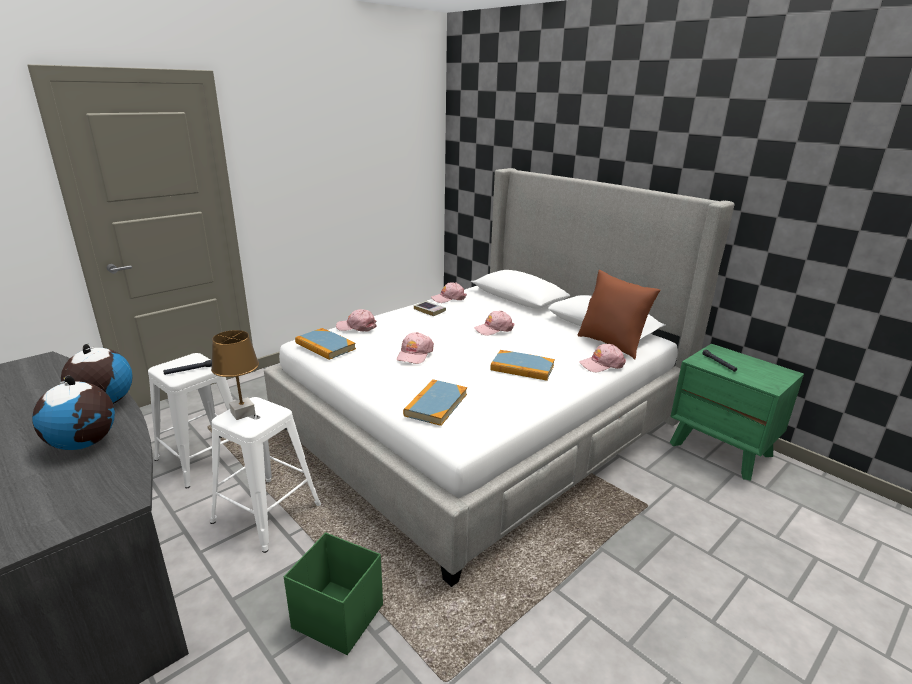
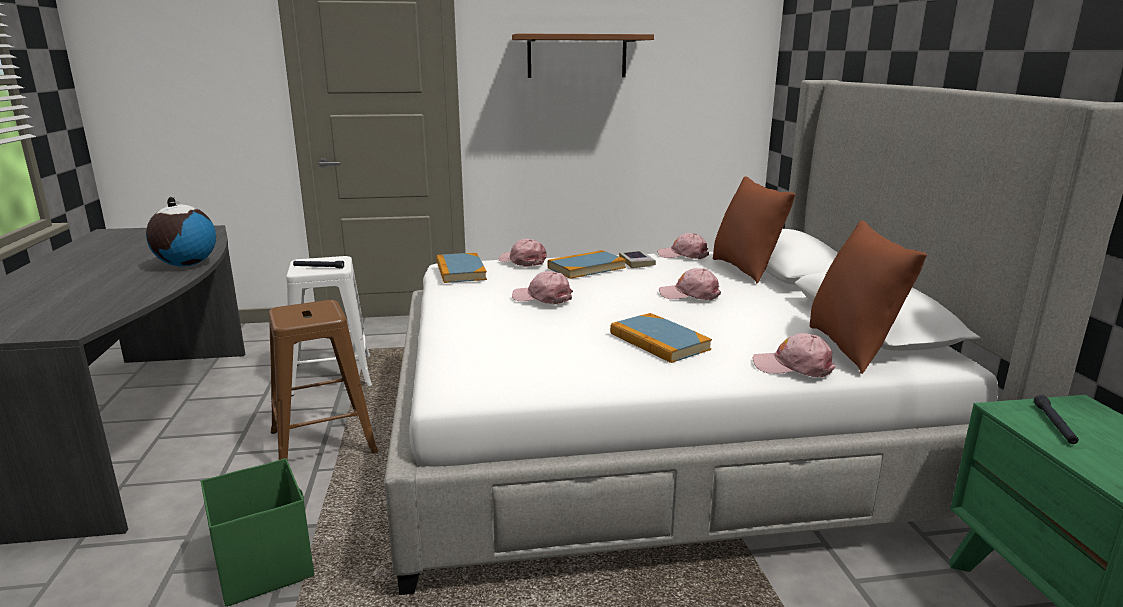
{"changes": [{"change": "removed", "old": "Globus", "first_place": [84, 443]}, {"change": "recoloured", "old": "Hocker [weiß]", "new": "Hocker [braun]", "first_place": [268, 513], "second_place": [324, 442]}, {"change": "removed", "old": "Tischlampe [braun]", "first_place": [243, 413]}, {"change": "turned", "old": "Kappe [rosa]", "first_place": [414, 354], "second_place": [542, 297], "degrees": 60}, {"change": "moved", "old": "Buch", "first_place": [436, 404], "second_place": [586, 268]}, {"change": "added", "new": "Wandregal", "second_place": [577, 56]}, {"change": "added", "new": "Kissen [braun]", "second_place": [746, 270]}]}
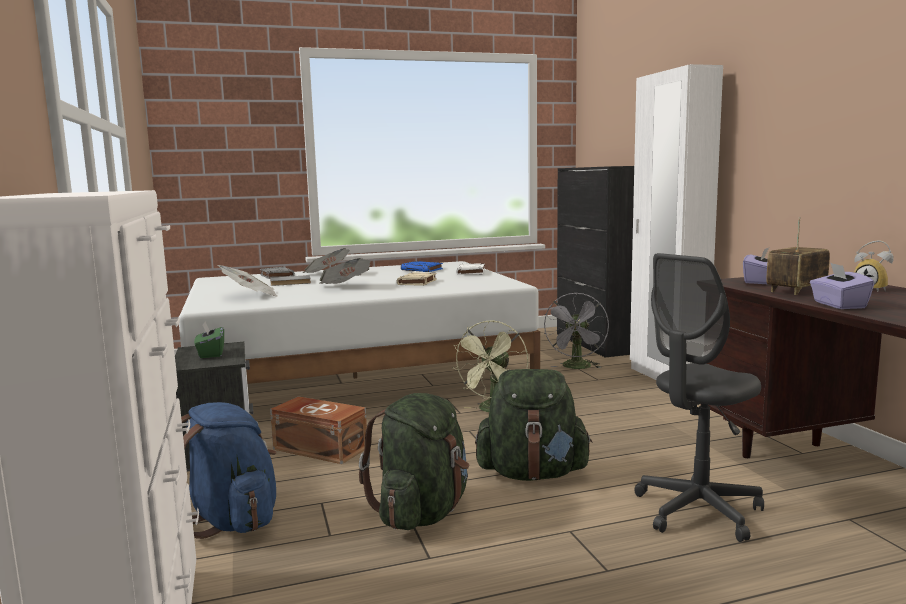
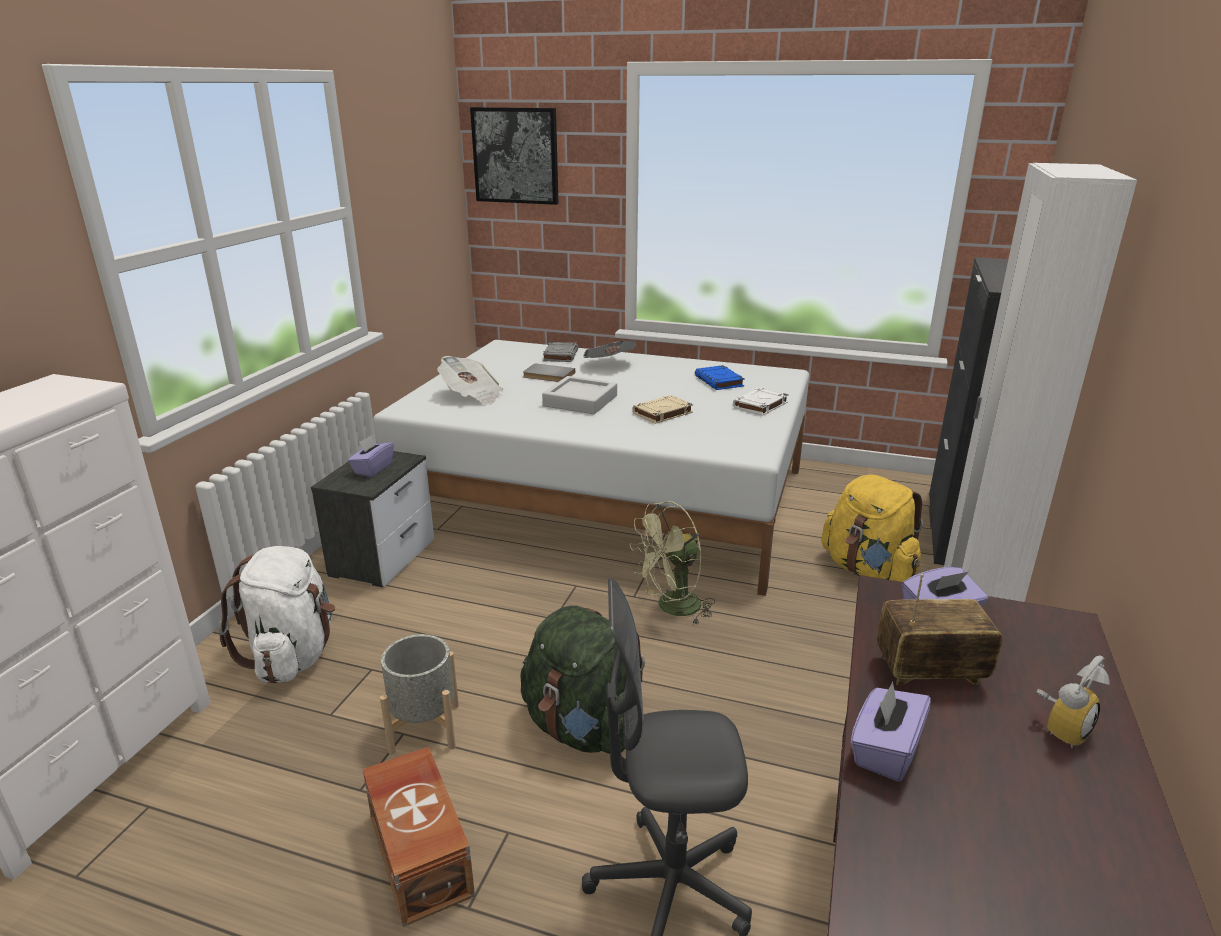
{"changes": [{"change": "recoloured", "old": "Rucksack [blau]", "new": "Rucksack [weiß]", "first_place": [230, 520], "second_place": [293, 655]}, {"change": "recoloured", "old": "Taschentuchbox [grün]", "new": "Taschentuchbox [lila]", "first_place": [211, 354], "second_place": [373, 469]}, {"change": "moved", "old": "Aufbewahrungsbox [braun]", "first_place": [320, 448], "second_place": [421, 852]}, {"change": "replaced", "old": "Zeitung", "new": "Tablett [grau]", "first_place": [345, 286], "second_place": [580, 401]}, {"change": "replaced", "old": "Rucksack [grün]", "new": "Pflanzkübel [grau]", "first_place": [422, 513], "second_place": [424, 728]}, {"change": "replaced", "old": "Ventilator [grau]", "new": "Rucksack [gelb]", "first_place": [577, 367], "second_place": [868, 570]}, {"change": "turned", "old": "Wecker", "first_place": [872, 290], "second_place": [1060, 728], "degrees": -120}, {"change": "added", "new": "Bild", "second_place": [516, 155]}]}
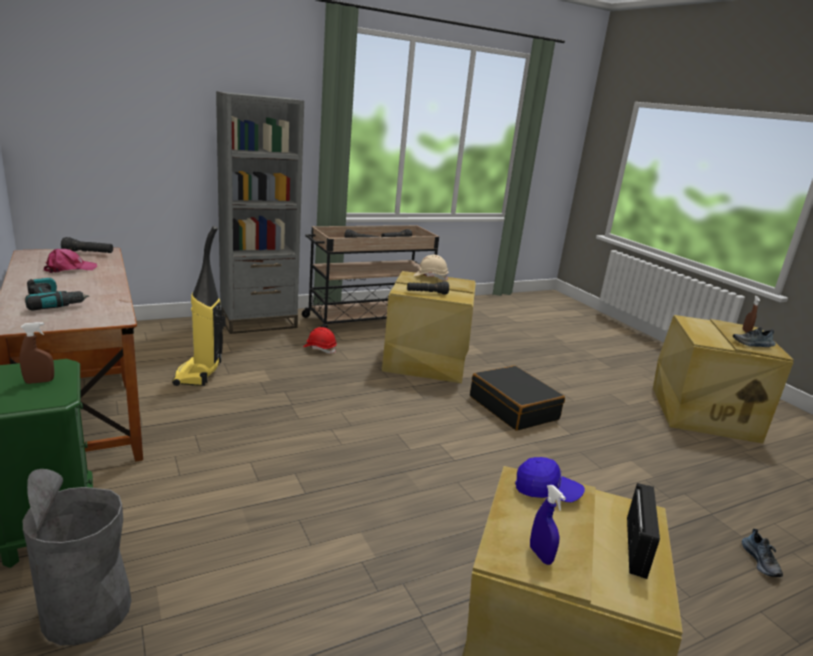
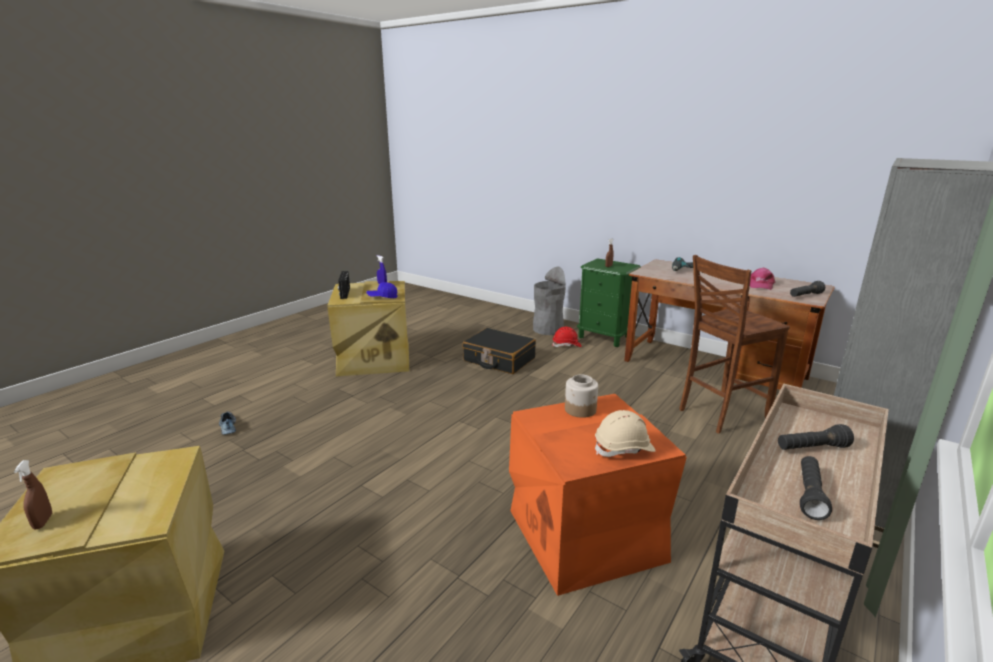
{"changes": [{"change": "replaced", "old": "Staubsauger", "new": "Stuhl [braun]", "first_place": [199, 374], "second_place": [720, 413]}, {"change": "moved", "old": "Schutzhelm [rot]", "first_place": [319, 349], "second_place": [566, 345]}, {"change": "recoloured", "old": "Aufbewahrungsbox [beige]", "new": "Aufbewahrungsbox [orange]", "first_place": [426, 361], "second_place": [583, 534]}, {"change": "replaced", "old": "Taschenlampe [schwarz]", "new": "Vorratsglas", "first_place": [427, 293], "second_place": [580, 409]}, {"change": "moved", "old": "Koffer [schwarz]", "first_place": [514, 408], "second_place": [499, 360]}, {"change": "removed", "old": "Schuh", "first_place": [752, 344]}]}
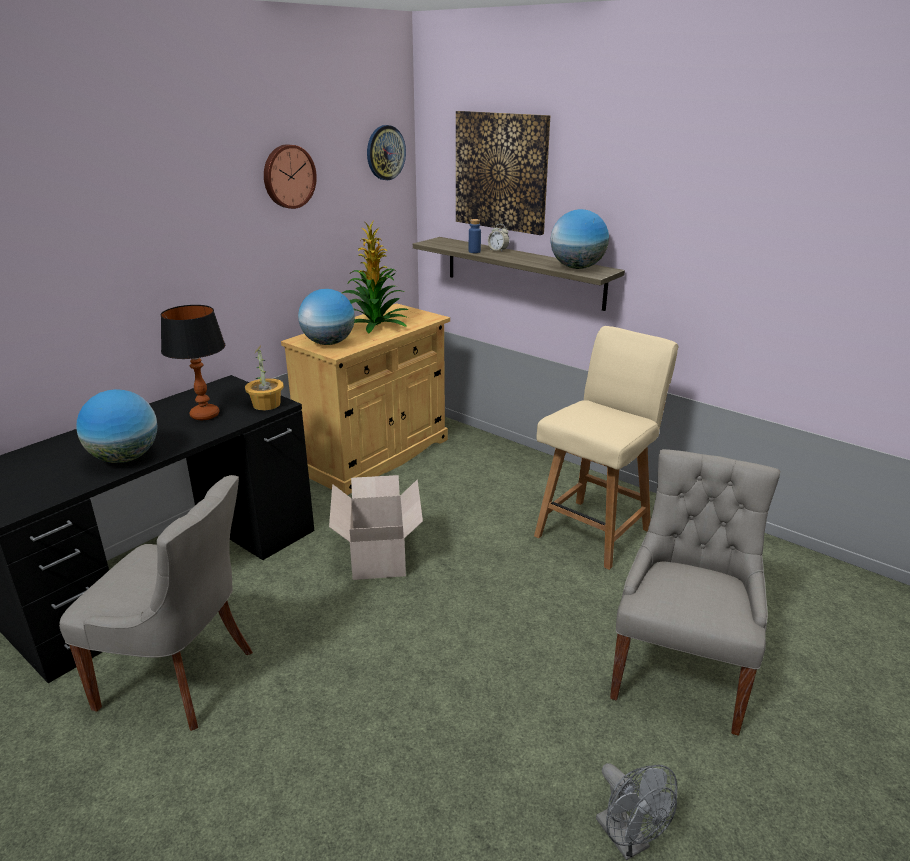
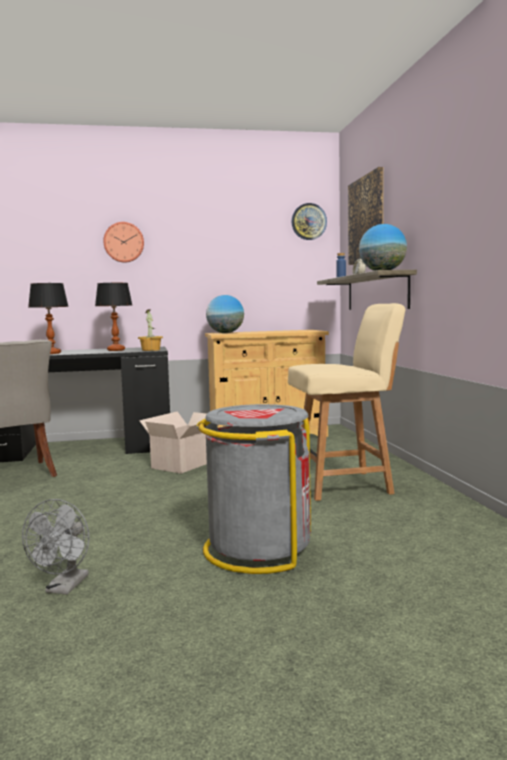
{"changes": [{"change": "replaced", "old": "Globus", "new": "Tischlampe", "first_place": [125, 458], "second_place": [51, 353]}, {"change": "moved", "old": "Wanduhr", "first_place": [288, 176], "second_place": [124, 242]}, {"change": "removed", "old": "Topfpflanze", "first_place": [375, 325]}, {"change": "replaced", "old": "Stuhl [grau]", "new": "Mülleimer [grau]", "first_place": [679, 673], "second_place": [258, 549]}]}
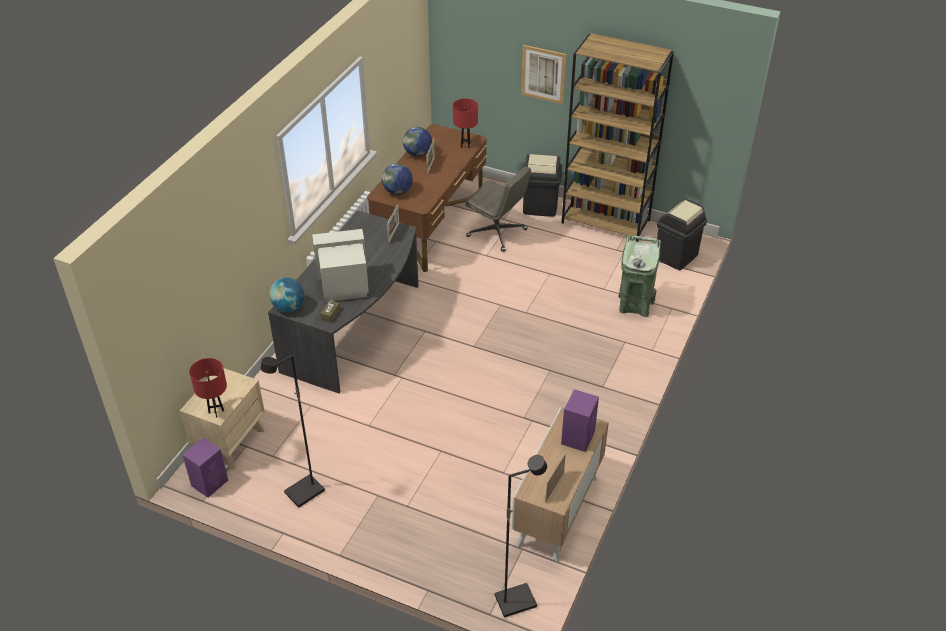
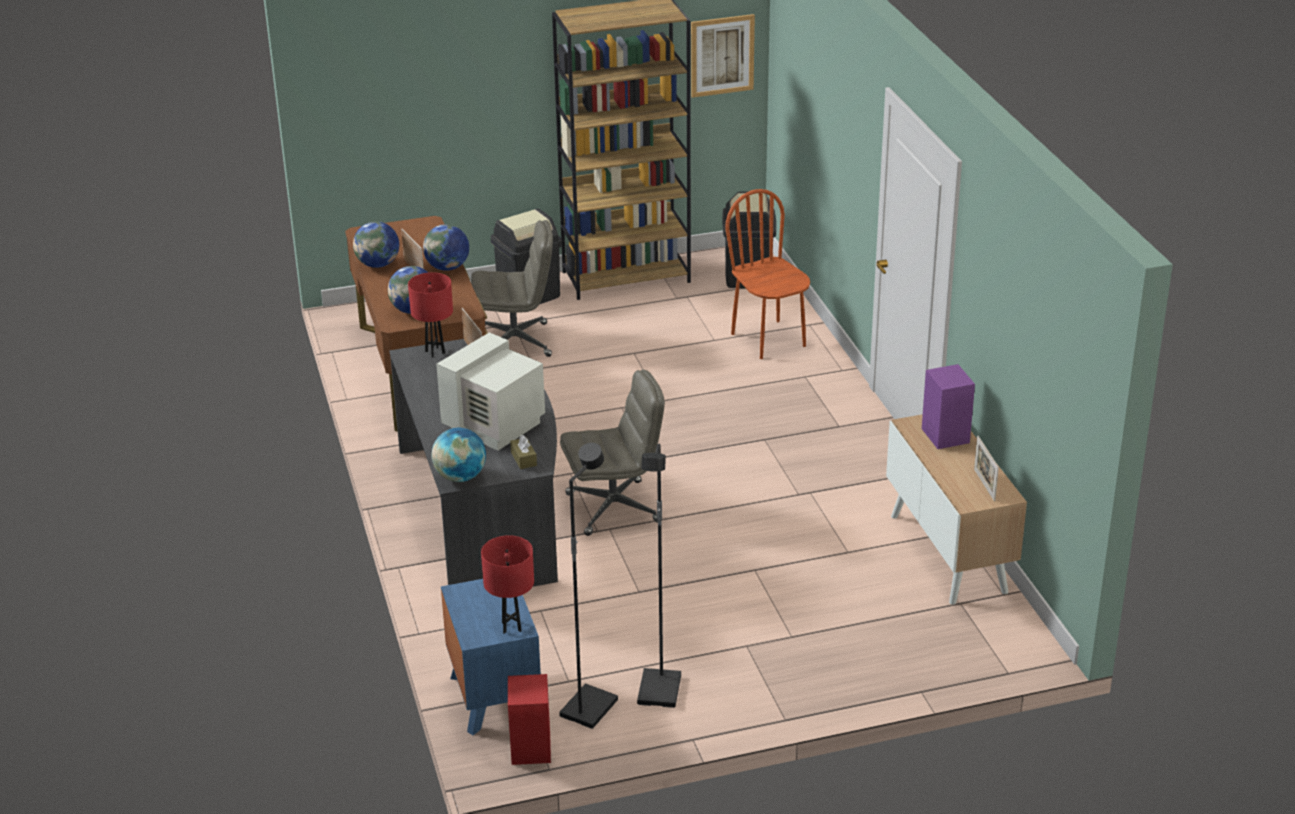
{"changes": [{"change": "recoloured", "old": "Nachttisch [beige]", "new": "Nachttisch [blau]", "first_place": [230, 441], "second_place": [494, 697]}, {"change": "recoloured", "old": "Lautsprecher [lila]", "new": "Lautsprecher [rot]", "first_place": [210, 482], "second_place": [531, 747]}, {"change": "moved", "old": "Tischlampe [rot]", "first_place": [465, 145], "second_place": [435, 352]}, {"change": "moved", "old": "Stehlampe [schwarz]", "first_place": [515, 600], "second_place": [588, 708]}, {"change": "moved", "old": "Bild", "first_place": [543, 74], "second_place": [722, 55]}, {"change": "replaced", "old": "Mülleimer [grün]", "new": "Stuhl [braun]", "first_place": [634, 305], "second_place": [769, 340]}, {"change": "added", "new": "Globus", "second_place": [447, 267]}, {"change": "added", "new": "Bürostuhl [grau]", "second_place": [614, 507]}]}
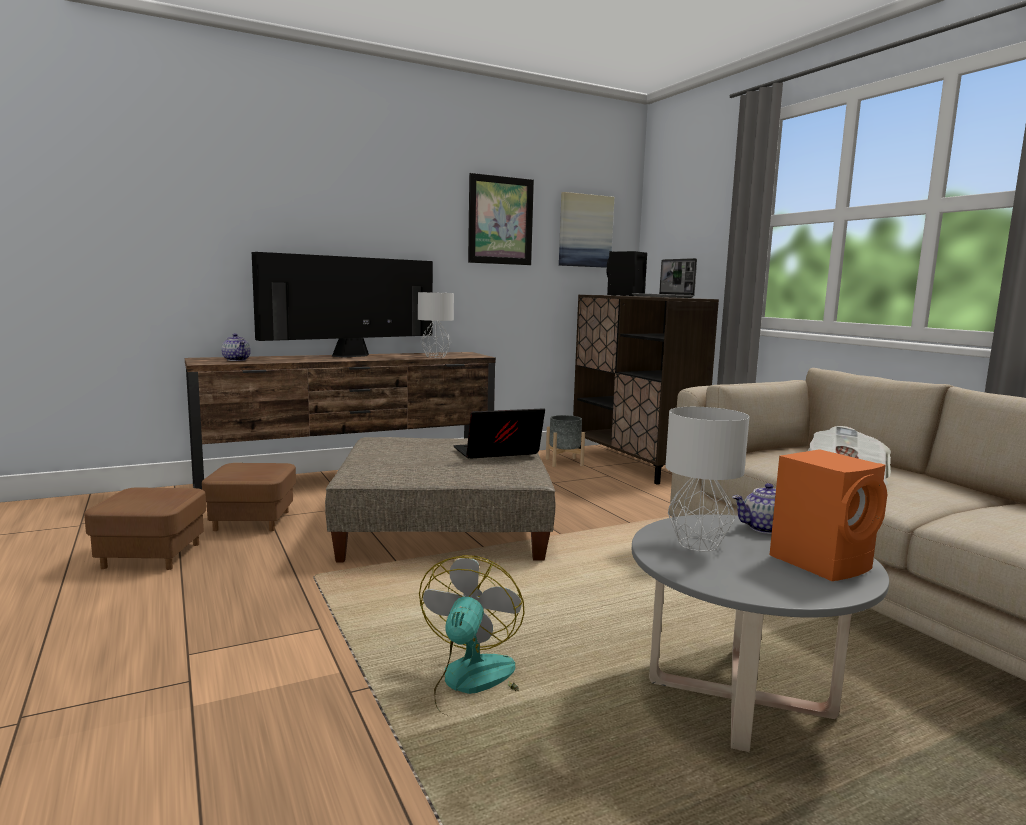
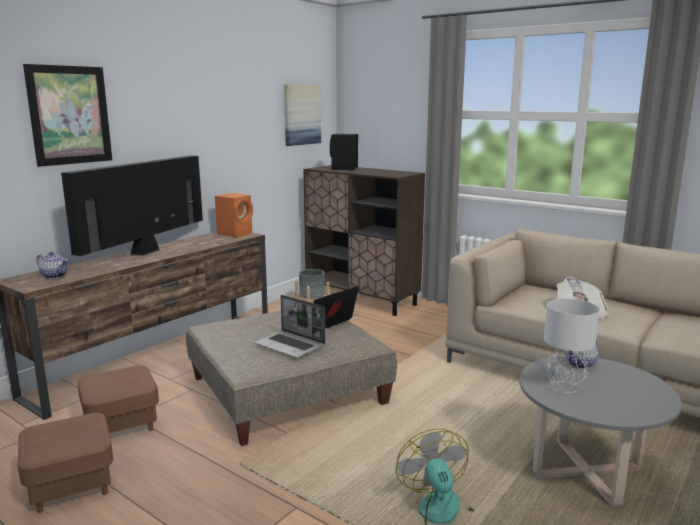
{"changes": [{"change": "removed", "old": "Tischlampe [grau]", "first_place": [436, 356]}, {"change": "moved", "old": "Bild", "first_place": [500, 220], "second_place": [70, 115]}, {"change": "moved", "old": "Laptop", "first_place": [663, 297], "second_place": [291, 345]}, {"change": "moved", "old": "Lautsprecher [orange]", "first_place": [823, 562], "second_place": [236, 233]}]}
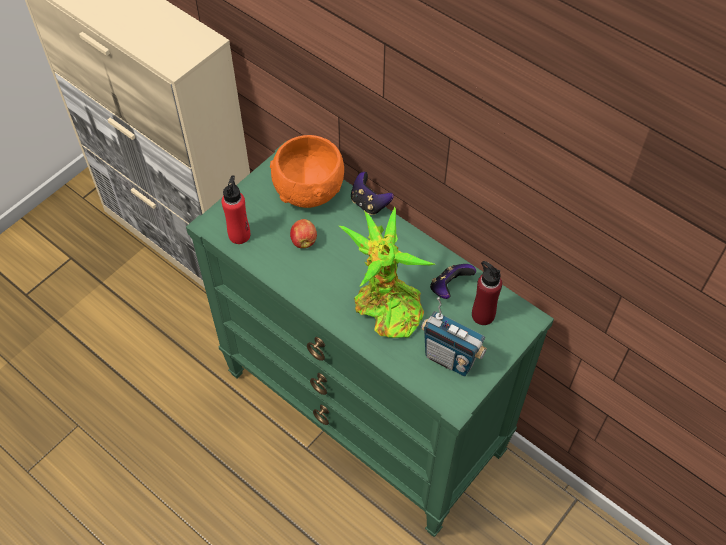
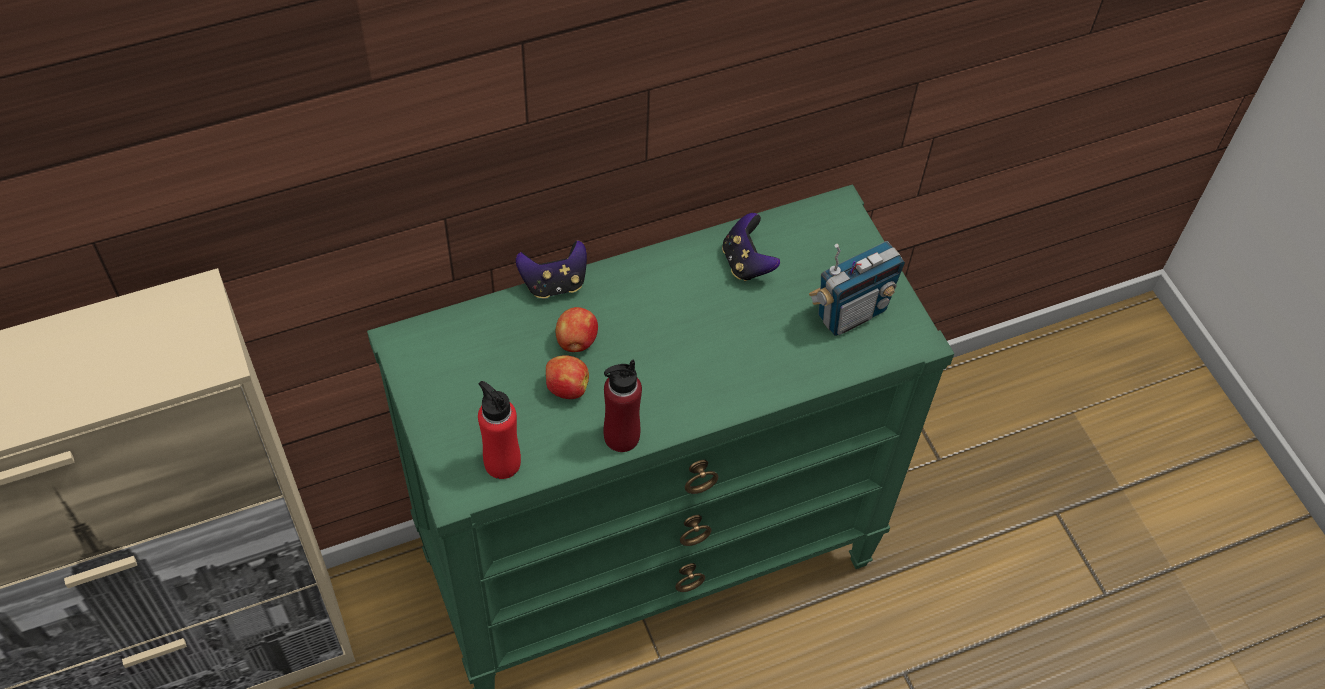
{"changes": [{"change": "removed", "old": "Schüssel [orange]", "first_place": [310, 189]}, {"change": "removed", "old": "Topfpflanze", "first_place": [385, 307]}, {"change": "moved", "old": "Flasche [rot]", "first_place": [483, 315], "second_place": [621, 436]}, {"change": "added", "new": "Apfel", "second_place": [576, 342]}]}
